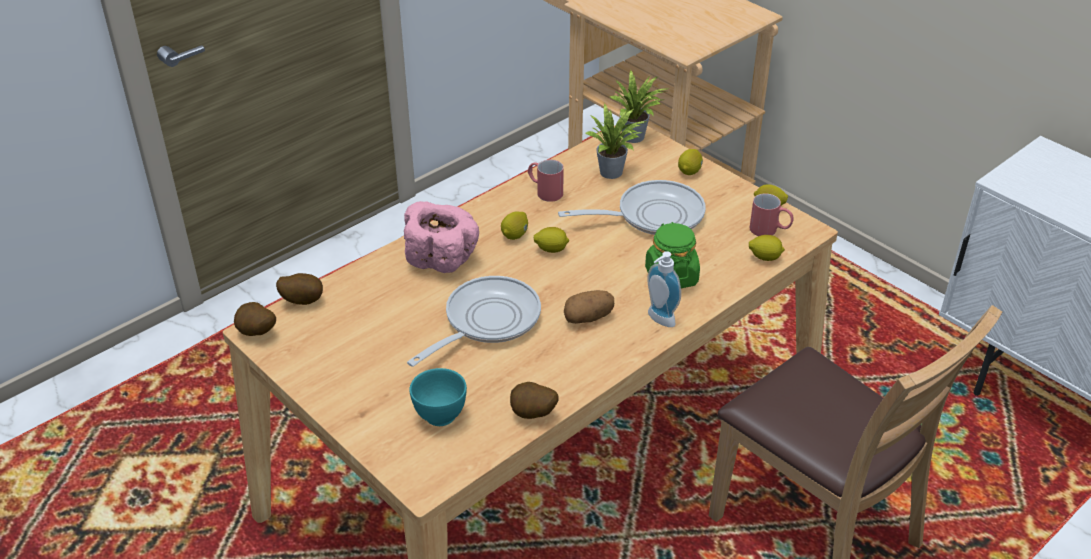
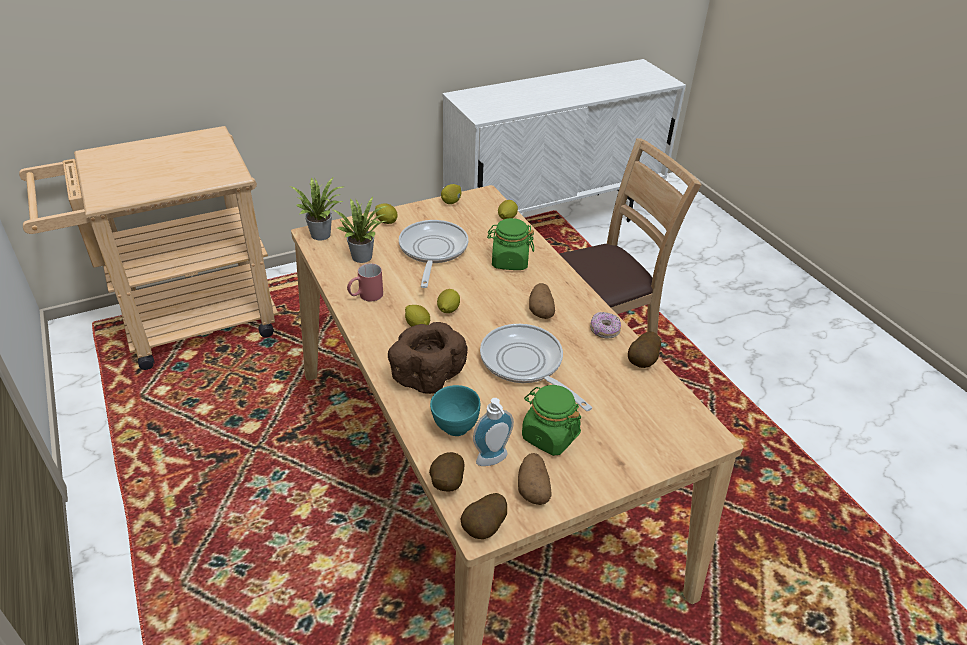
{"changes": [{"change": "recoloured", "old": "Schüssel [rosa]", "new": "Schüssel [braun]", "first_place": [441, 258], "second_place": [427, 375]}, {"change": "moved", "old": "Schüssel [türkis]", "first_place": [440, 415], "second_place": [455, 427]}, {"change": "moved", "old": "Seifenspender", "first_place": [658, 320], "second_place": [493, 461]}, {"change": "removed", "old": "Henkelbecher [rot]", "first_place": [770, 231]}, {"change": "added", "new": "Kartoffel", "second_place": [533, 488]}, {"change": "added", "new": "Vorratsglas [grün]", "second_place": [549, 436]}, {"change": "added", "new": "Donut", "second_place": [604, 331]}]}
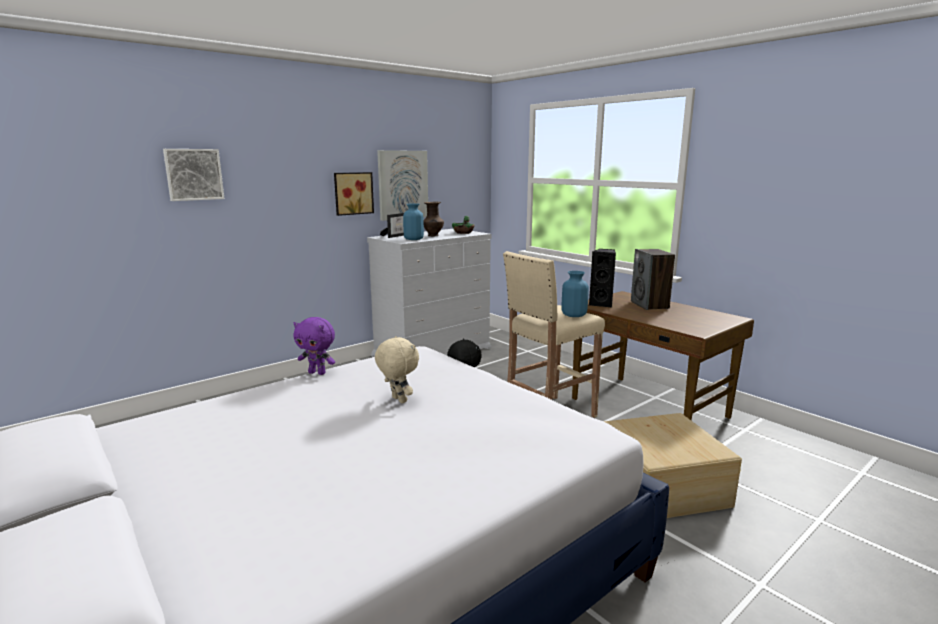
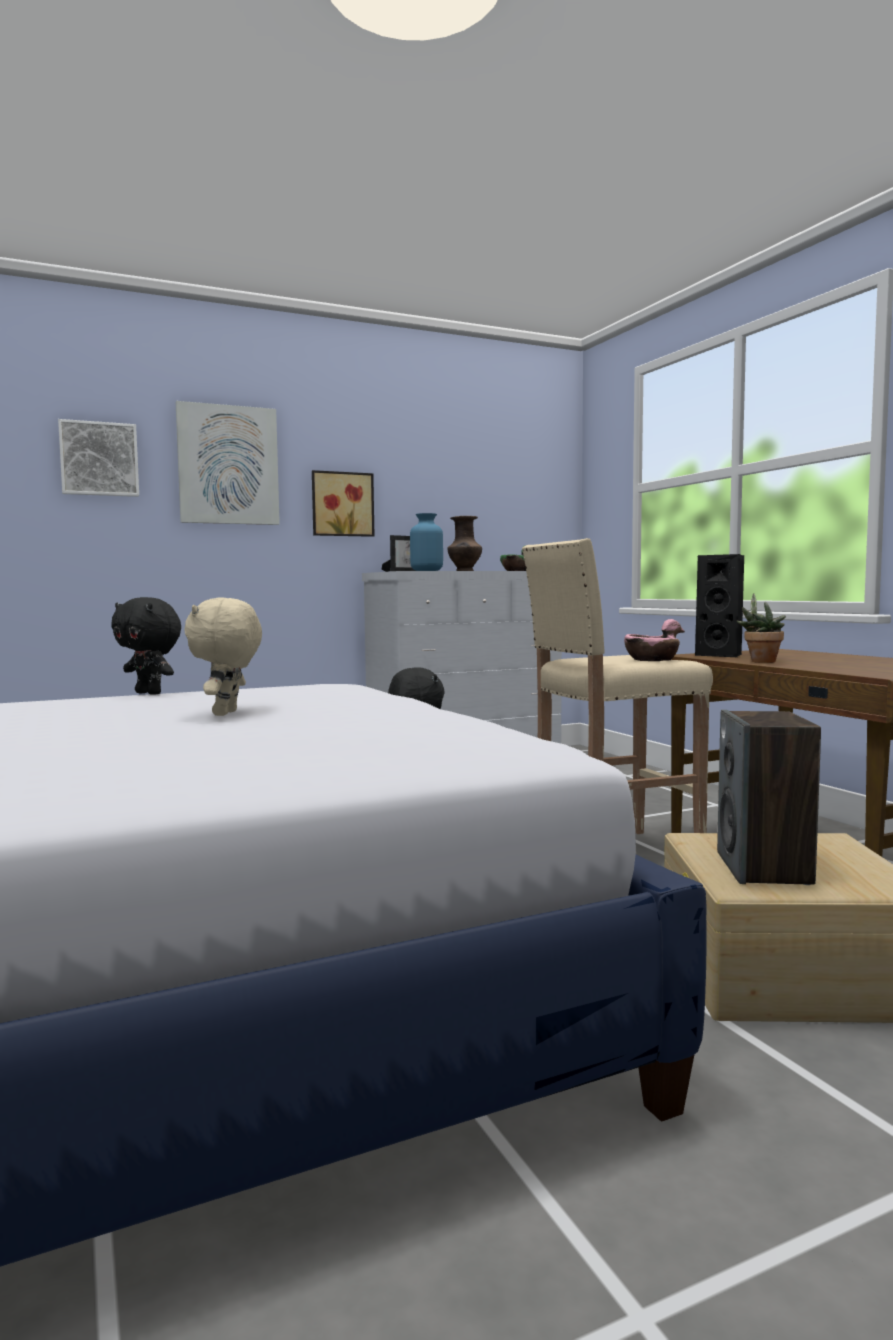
{"changes": [{"change": "recoloured", "old": "Plüschtier [lila]", "new": "Plüschtier [schwarz]", "first_place": [317, 373], "second_place": [150, 693]}, {"change": "turned", "old": "Plüschtier [beige]", "first_place": [398, 400], "second_place": [227, 713], "degrees": -150}, {"change": "moved", "old": "Bild", "first_place": [402, 185], "second_place": [228, 465]}, {"change": "replaced", "old": "Vase [blau]", "new": "Schüssel [rosa]", "first_place": [574, 315], "second_place": [652, 659]}, {"change": "moved", "old": "Lautsprecher", "first_place": [650, 305], "second_place": [764, 868]}, {"change": "added", "new": "Topfpflanze", "second_place": [760, 661]}]}
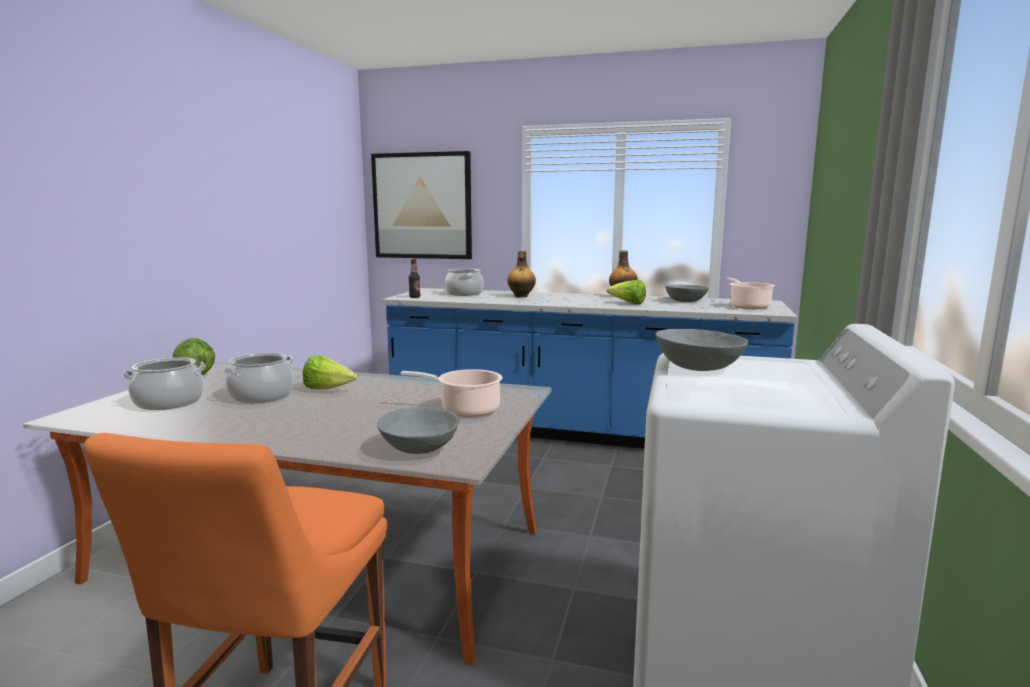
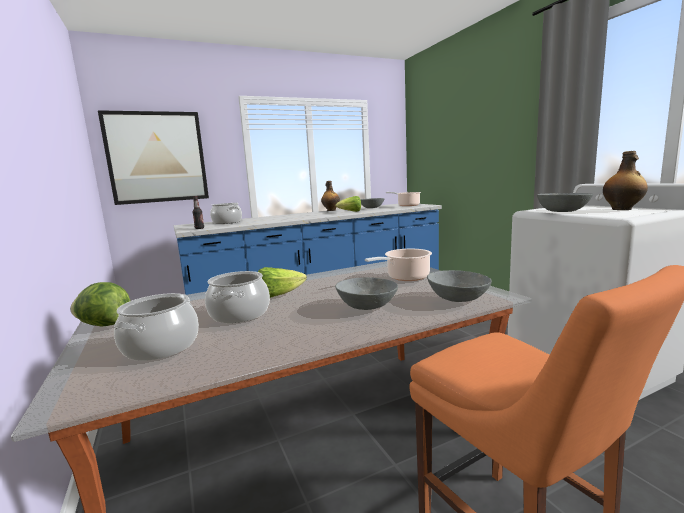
{"changes": [{"change": "moved", "old": "Flasche", "first_place": [521, 296], "second_place": [622, 209]}, {"change": "added", "new": "Schüssel [grau]", "second_place": [366, 306]}]}
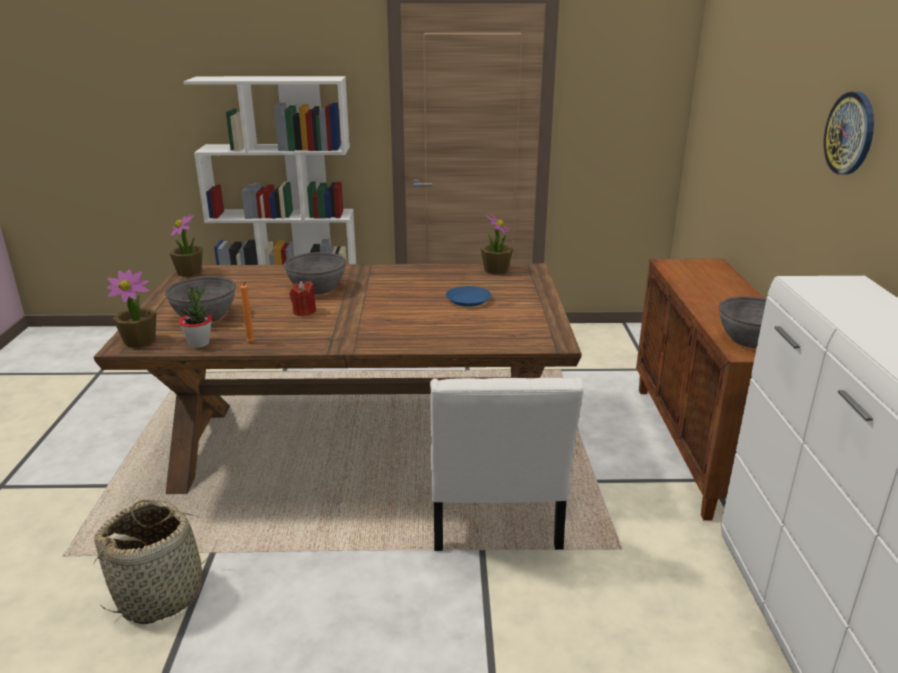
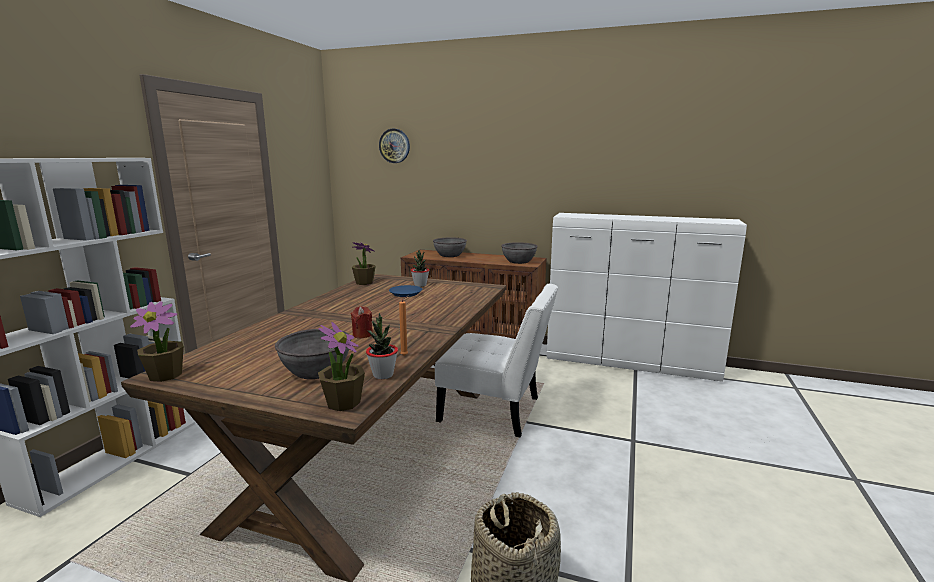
{"changes": [{"change": "moved", "old": "Schüssel [grau]", "first_place": [317, 288], "second_place": [450, 255]}, {"change": "moved", "old": "Wanduhr", "first_place": [850, 133], "second_place": [394, 146]}, {"change": "added", "new": "Topfpflanze", "second_place": [420, 285]}]}
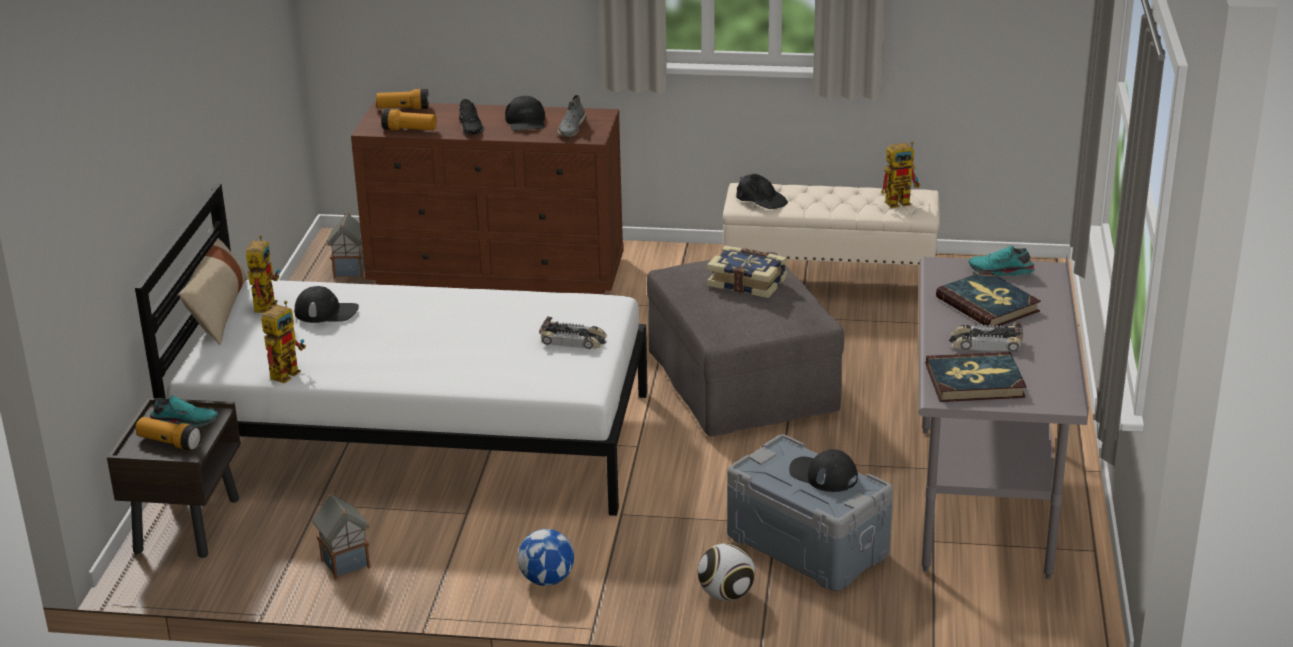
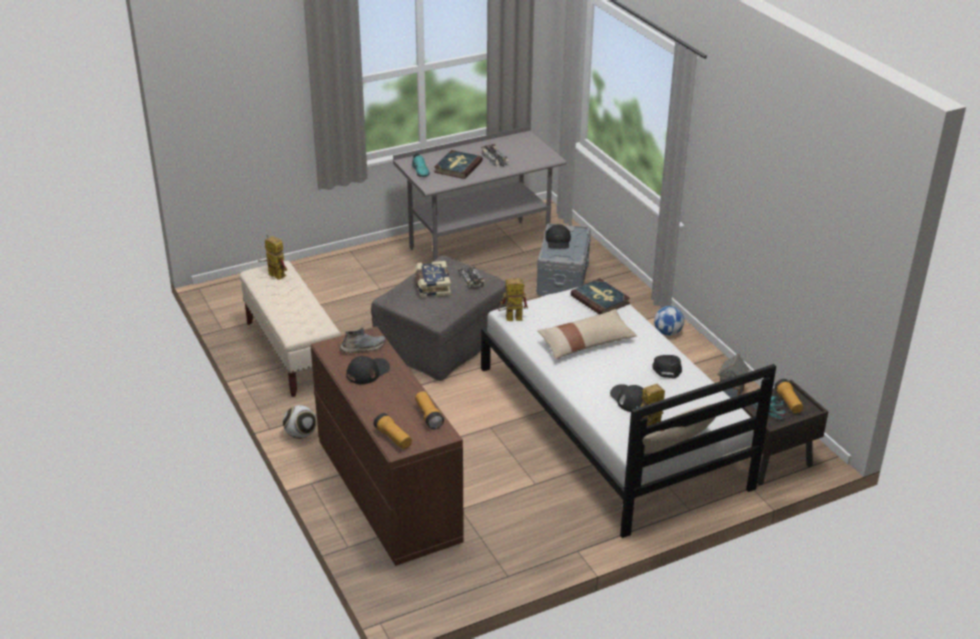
{"changes": [{"change": "moved", "old": "Spielzeugroboter", "first_place": [287, 371], "second_place": [510, 319]}, {"change": "removed", "old": "Spielzeughaus", "first_place": [350, 270]}, {"change": "removed", "old": "Schuh [schwarz]", "first_place": [471, 127]}, {"change": "moved", "old": "Spielzeugauto", "first_place": [574, 340], "second_place": [471, 279]}, {"change": "moved", "old": "Fußball", "first_place": [726, 595], "second_place": [301, 434]}, {"change": "moved", "old": "Kappe [schwarz]", "first_place": [761, 199], "second_place": [667, 367]}, {"change": "moved", "old": "Buch", "first_place": [975, 381], "second_place": [600, 299]}, {"change": "added", "new": "Kissen [beige]", "second_place": [586, 342]}]}
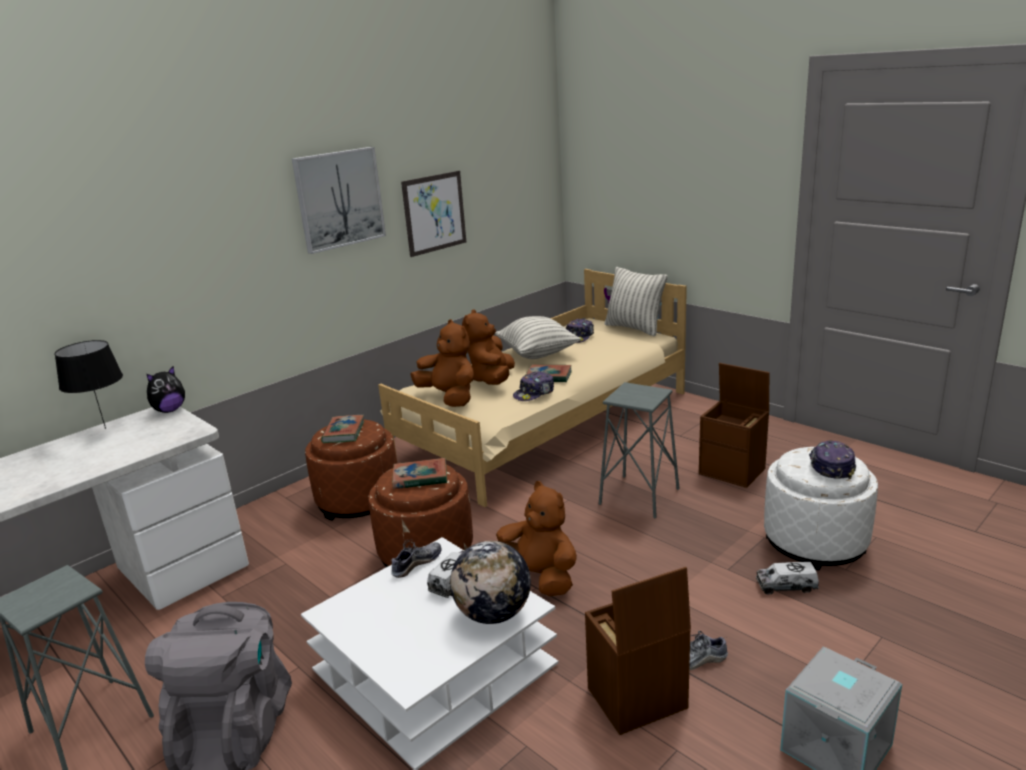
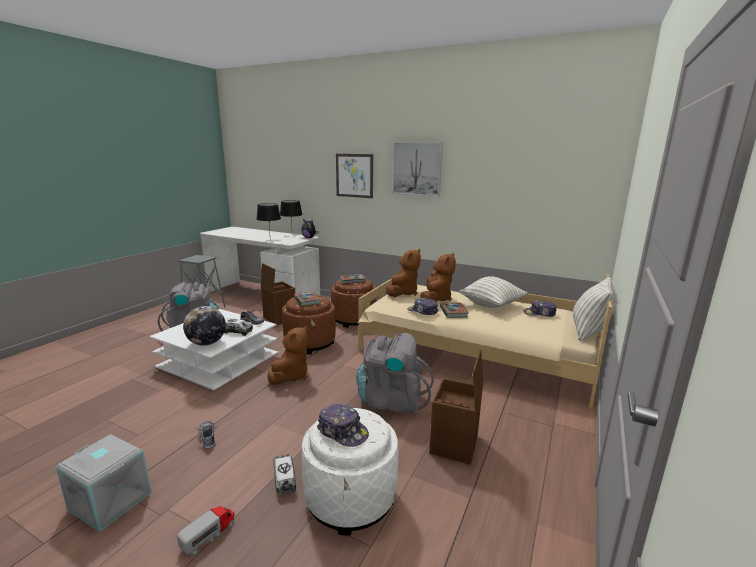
{"changes": [{"change": "moved", "old": "Bild", "first_place": [434, 213], "second_place": [354, 175]}, {"change": "turned", "old": "Plüschtier [braun]", "first_place": [492, 380], "second_place": [436, 299], "degrees": 120}, {"change": "moved", "old": "Aufbewahrungsbox [braun]", "first_place": [636, 700], "second_place": [279, 318]}, {"change": "replaced", "old": "Hocker [grau]", "new": "Rucksack [grau]", "first_place": [639, 496], "second_place": [391, 401]}, {"change": "turned", "old": "Kappe", "first_place": [831, 466], "second_place": [343, 432], "degrees": 45}, {"change": "added", "new": "Spielzeuglaster", "second_place": [209, 534]}, {"change": "added", "new": "Tischlampe [schwarz]", "second_place": [270, 240]}]}
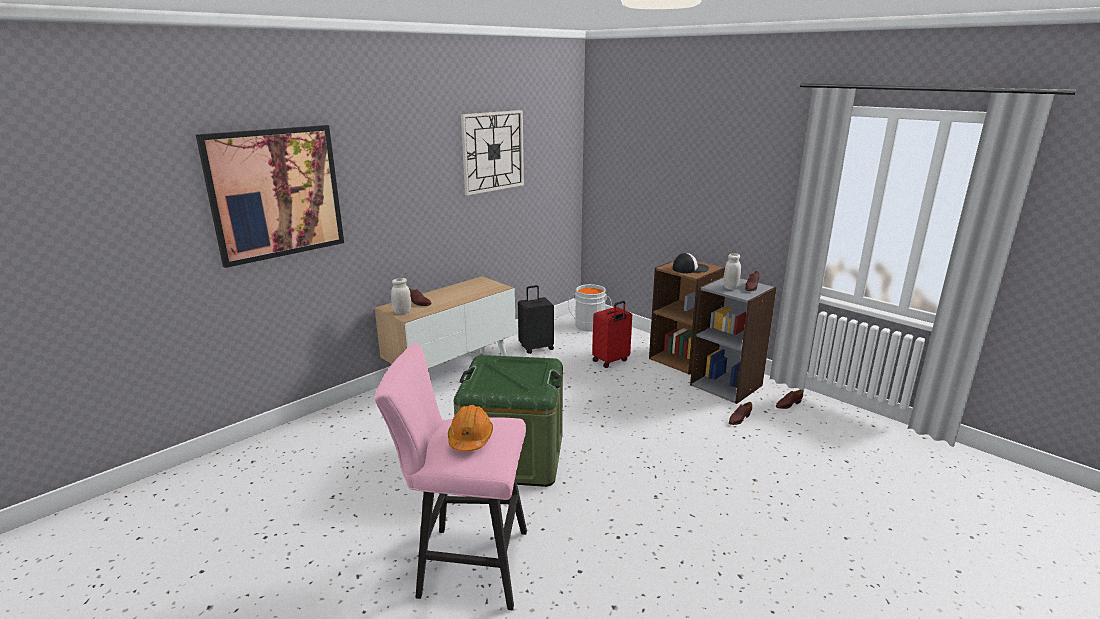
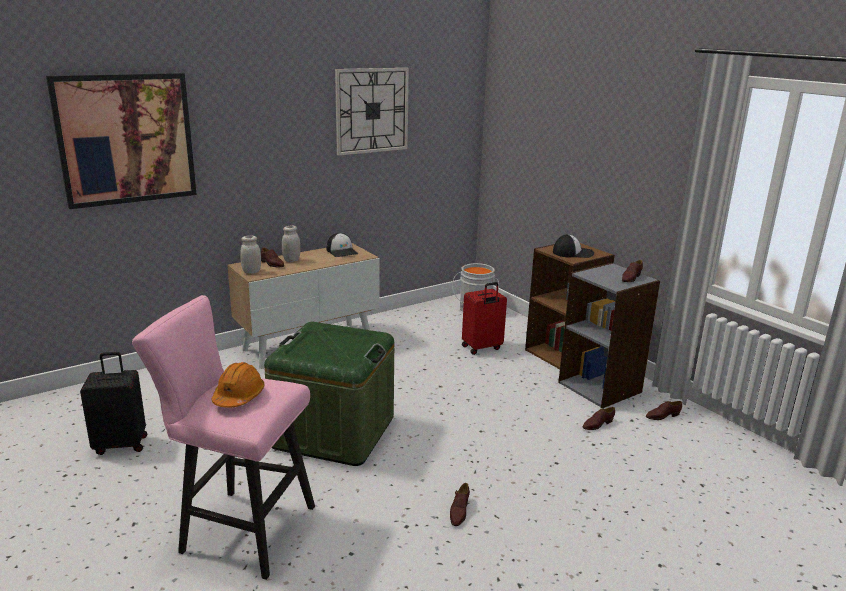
{"changes": [{"change": "moved", "old": "Koffer [schwarz]", "first_place": [536, 348], "second_place": [121, 444]}, {"change": "moved", "old": "Vorratsglas [weiß]", "first_place": [730, 287], "second_place": [291, 260]}, {"change": "added", "new": "Kappe", "second_place": [342, 251]}, {"change": "added", "new": "Schuh [braun]", "second_place": [459, 511]}]}
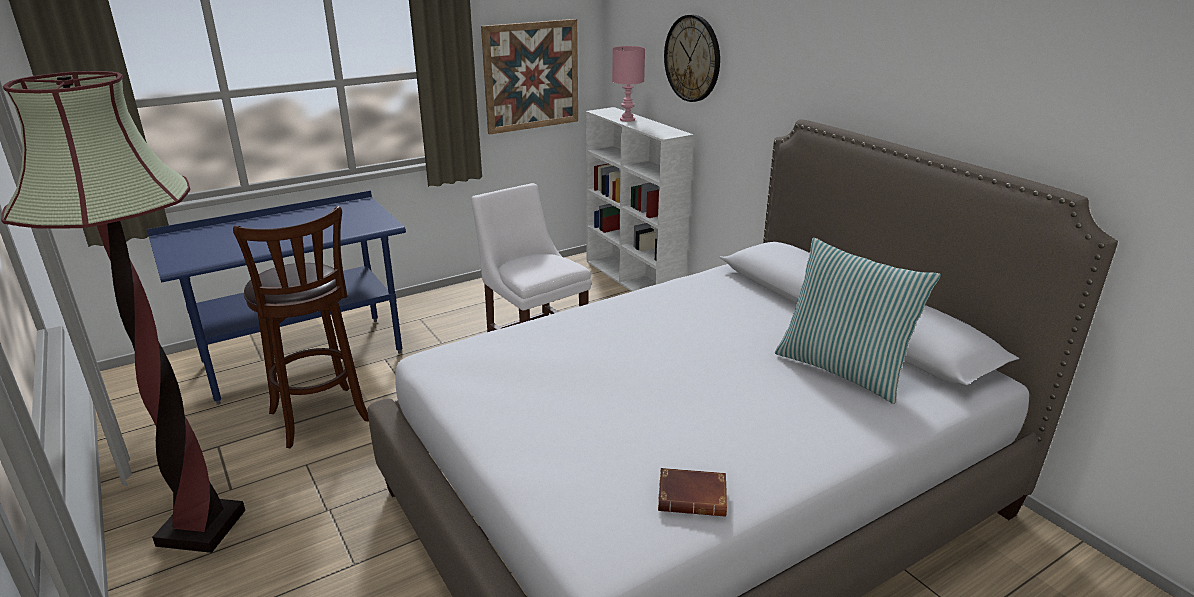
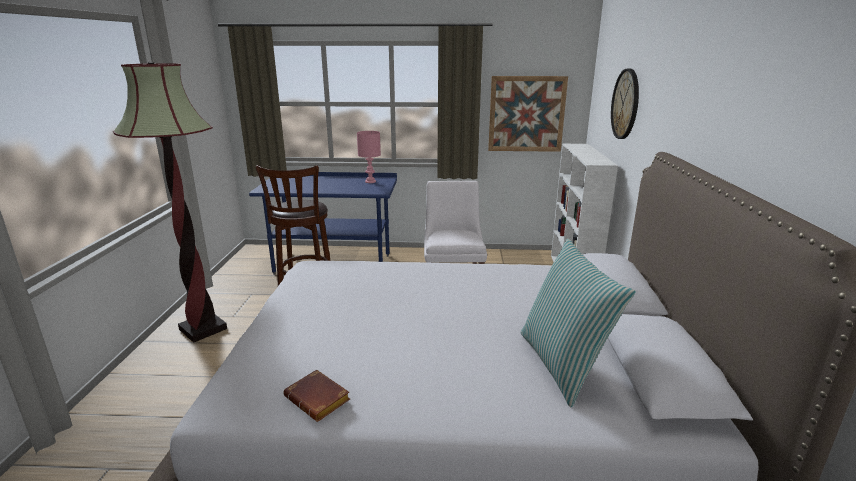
{"changes": [{"change": "moved", "old": "Tischlampe [rosa]", "first_place": [627, 119], "second_place": [370, 181]}]}
